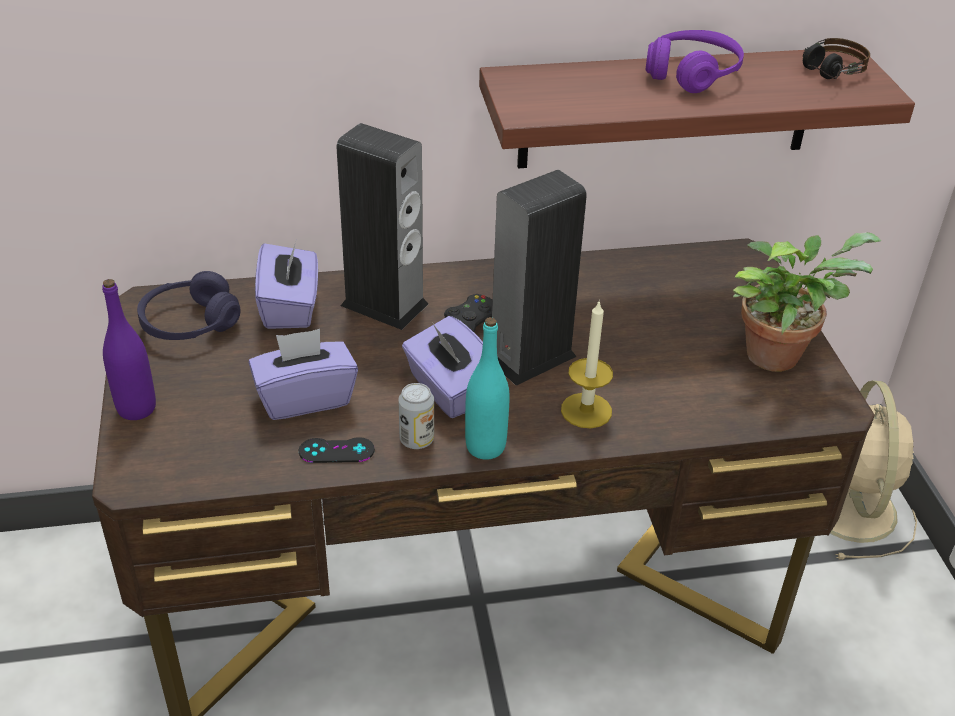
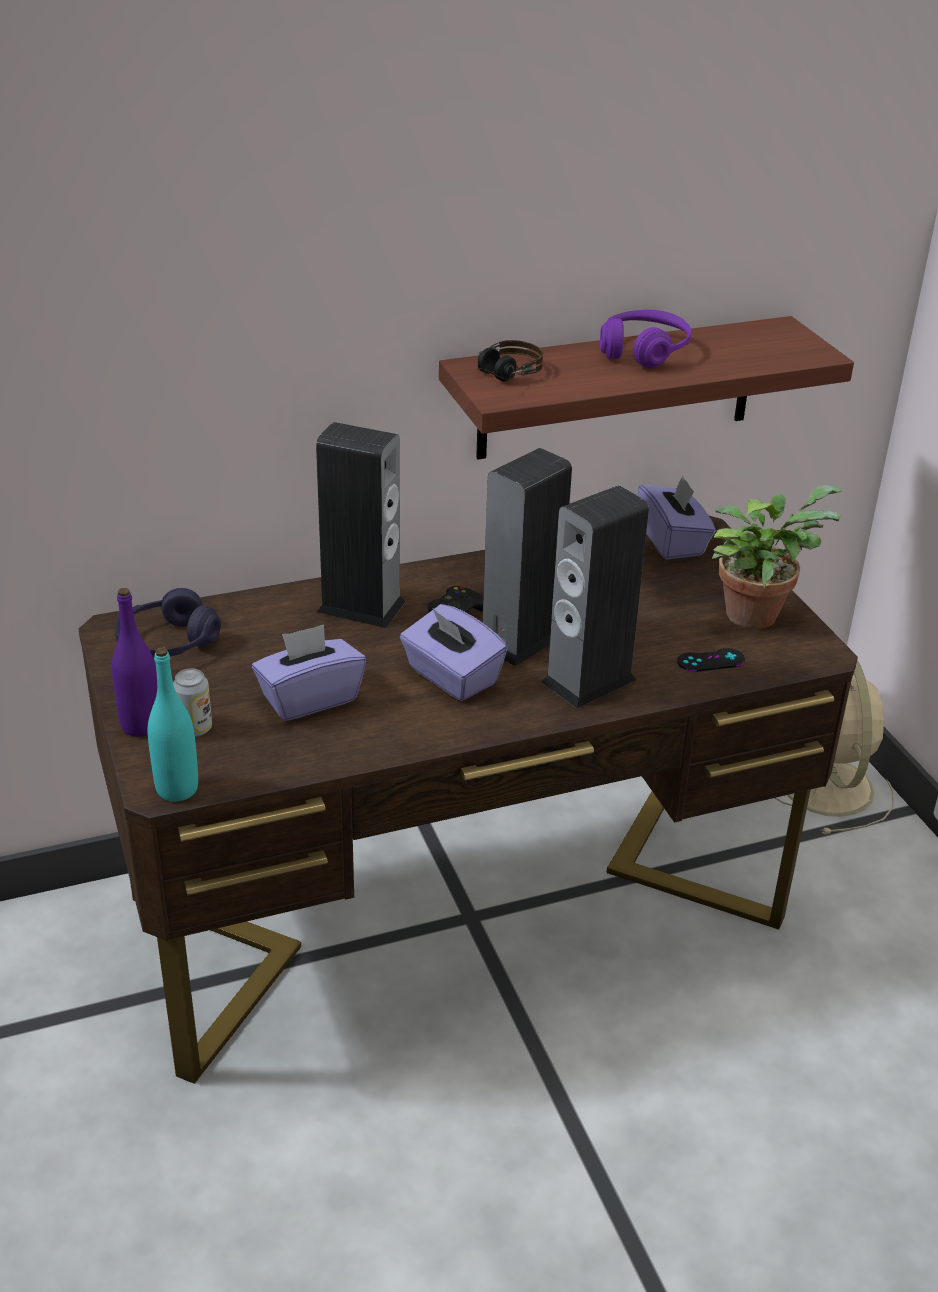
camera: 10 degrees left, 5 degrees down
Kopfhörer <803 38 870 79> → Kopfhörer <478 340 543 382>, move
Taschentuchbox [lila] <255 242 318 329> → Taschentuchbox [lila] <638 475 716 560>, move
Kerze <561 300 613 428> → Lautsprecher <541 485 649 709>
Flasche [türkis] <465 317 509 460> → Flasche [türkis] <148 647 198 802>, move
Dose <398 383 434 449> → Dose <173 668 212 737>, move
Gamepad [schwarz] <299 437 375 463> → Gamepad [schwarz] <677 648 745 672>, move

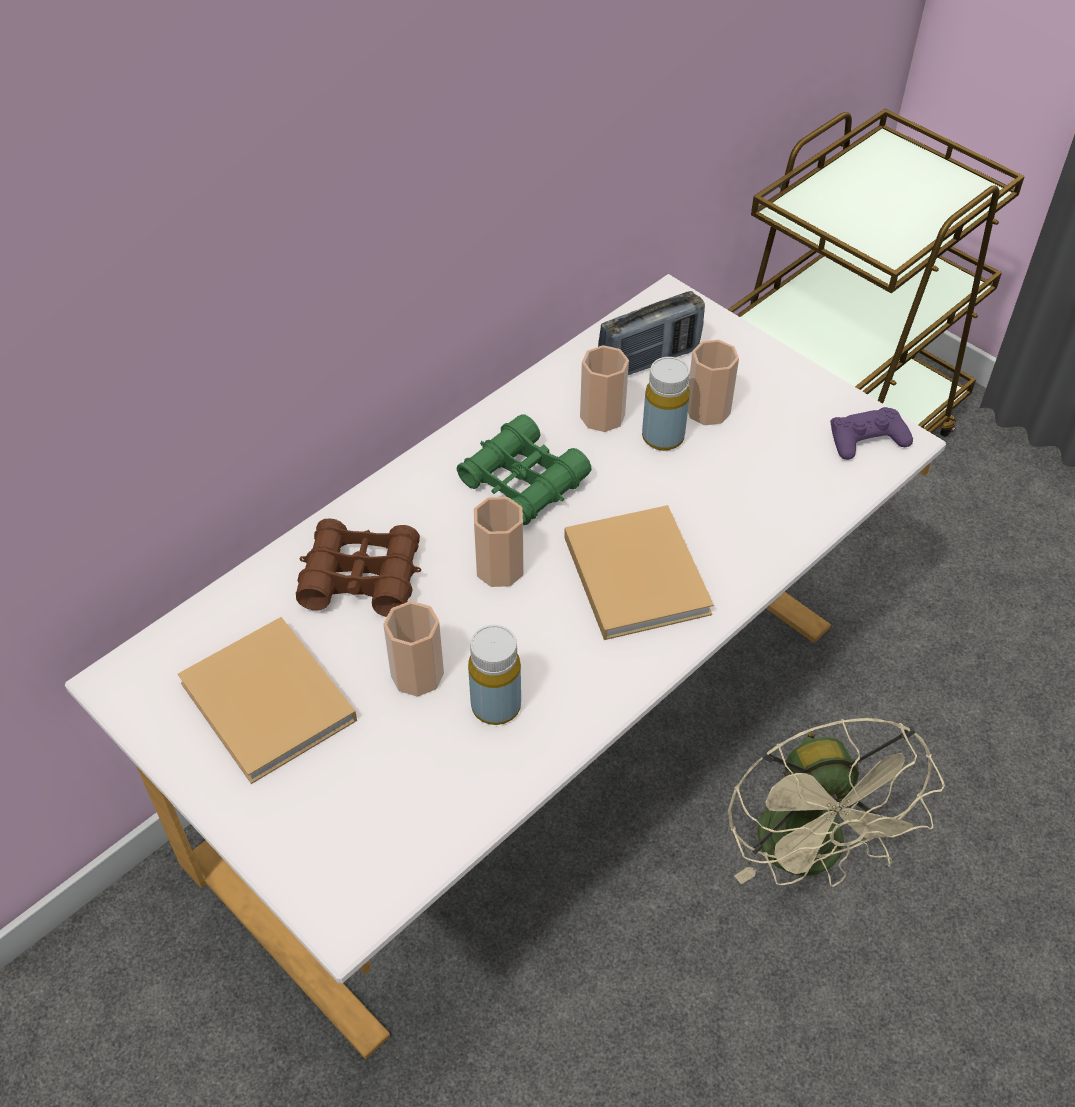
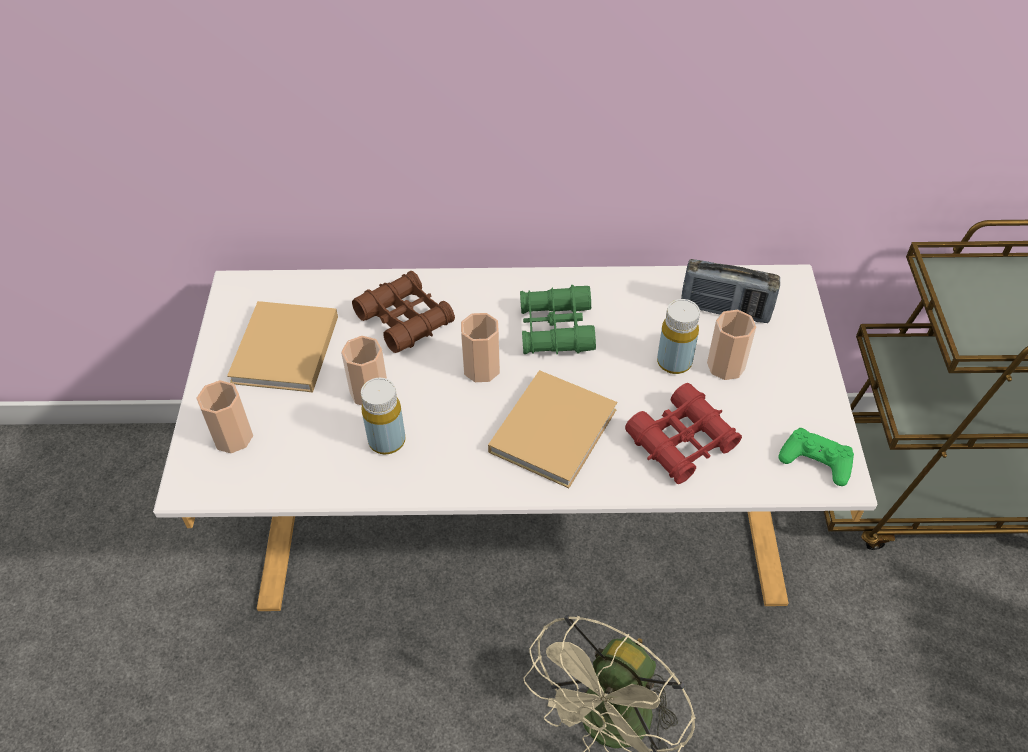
camera: 45 degrees right, 0 degrees up
Tasse <580 345 629 432> → Tasse <196 380 253 453>, move
Gamepad [lila] <830 407 913 460> → Gamepad [grün] <779 428 854 486>
- → Fernglas [rot] <625 383 742 484>

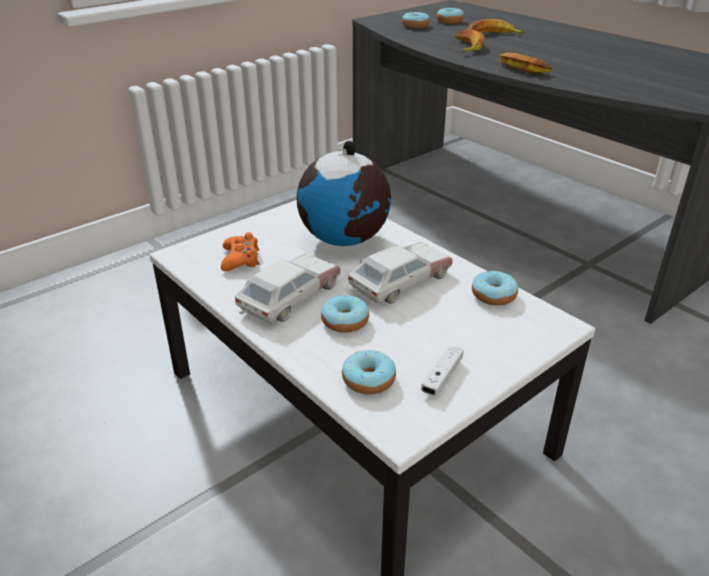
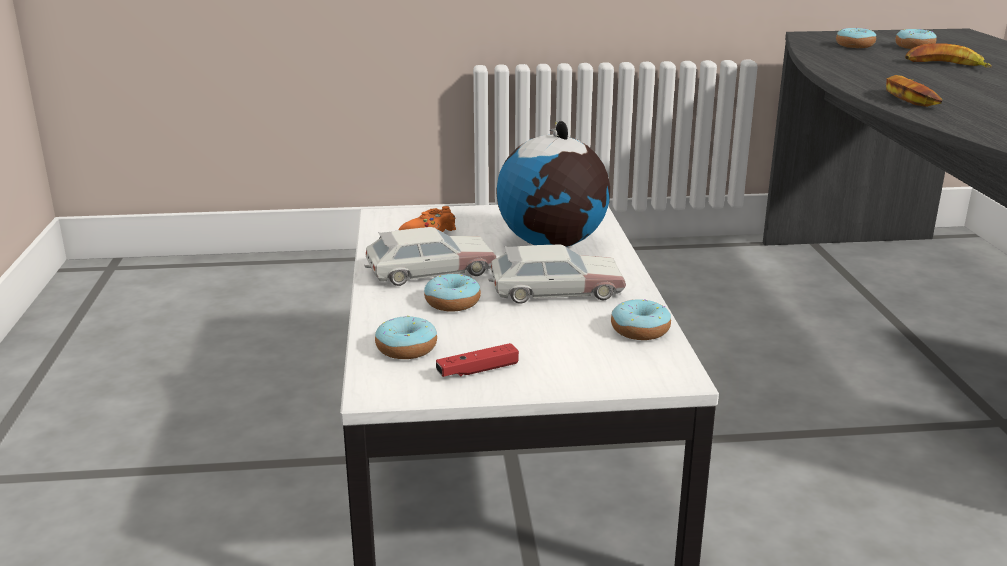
camera: 35 degrees right, 10 degrees down
Banane <455 29 485 52> → -
Gamepad [weiß] <421 345 464 396> → Gamepad [rot] <436 343 519 377>

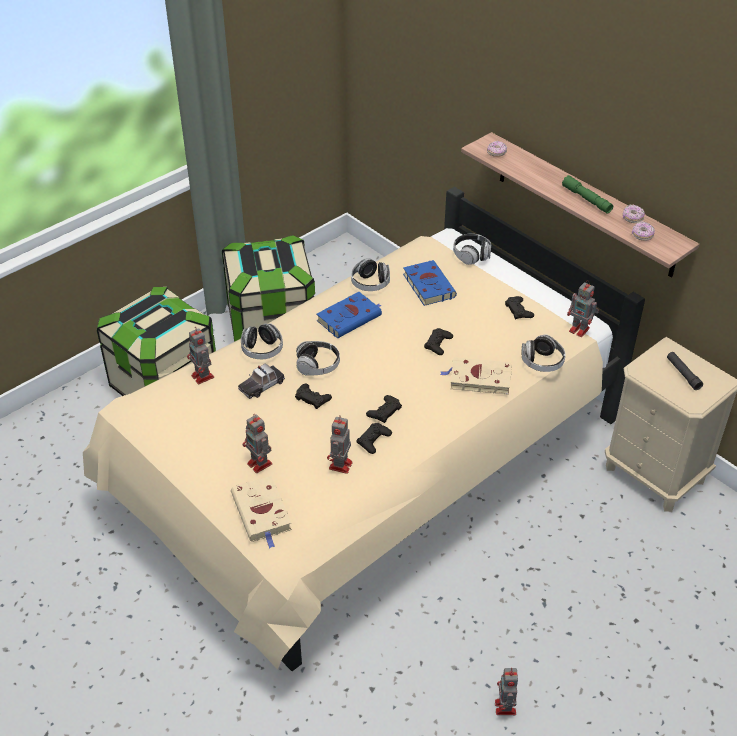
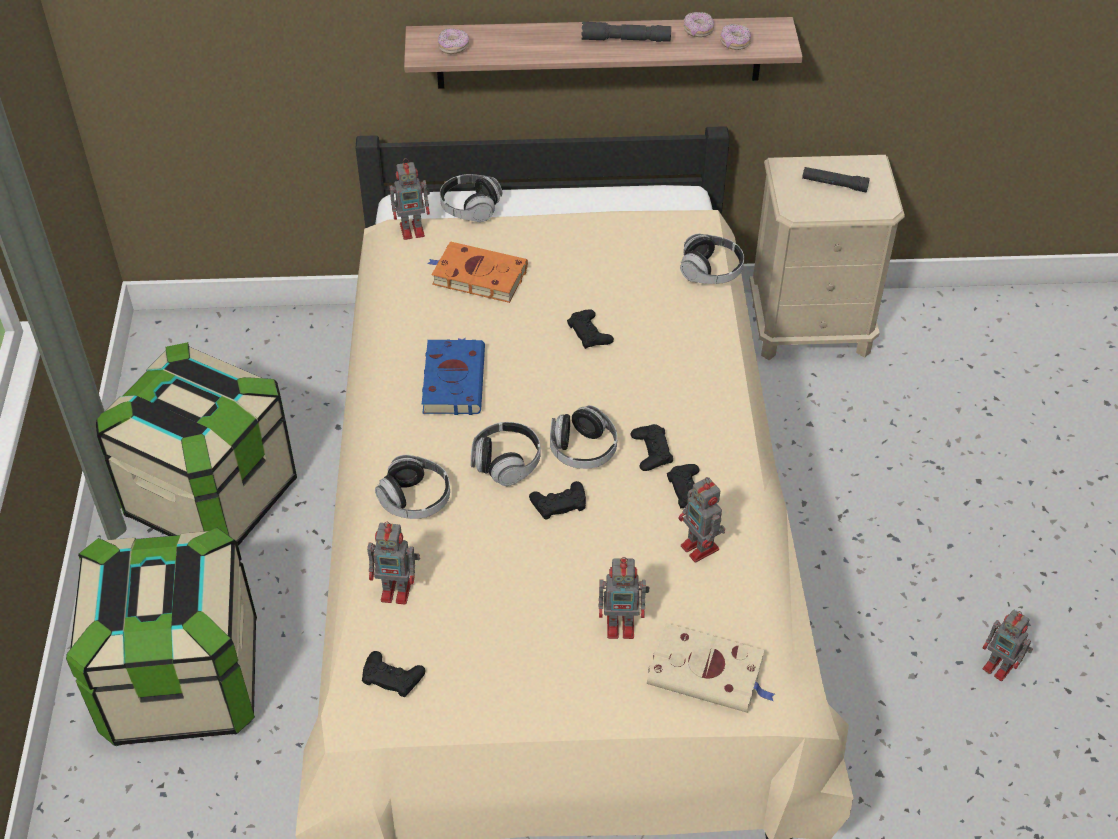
camera: 50 degrees left, 5 degrees up
Taschenlampe [grün] <562 175 613 213> → Taschenlampe [grau] <582 21 671 42>
Kopfhörer <351 259 390 291> → Kopfhörer <550 405 617 469>, move
Buch [blau] <403 260 457 306> → Buch [orange] <427 241 528 303>
Spielzeugroboter <567 280 599 337> → Spielzeugroboter <389 158 430 240>, move
Gamepad [schwarz] <505 296 534 320> → Gamepad [schwarz] <362 651 426 697>, move
Buch [beige] <440 357 512 395> → -
Spielzeugauto <238 363 285 399> → -

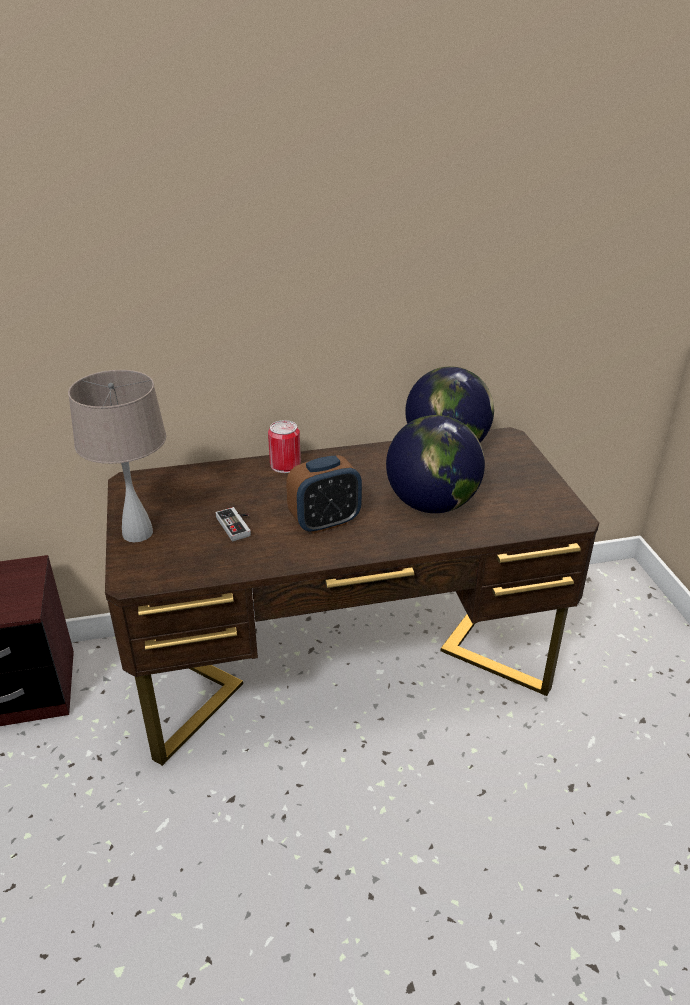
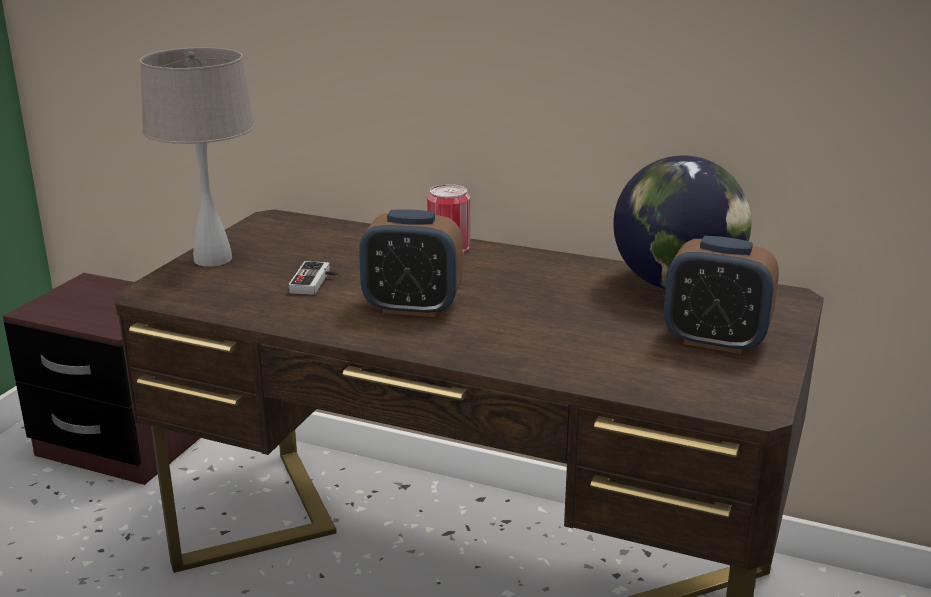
camera: 35 degrees right, 10 degrees down
Globus <386 415 485 513> → -
- → Wecker <664 236 779 354>

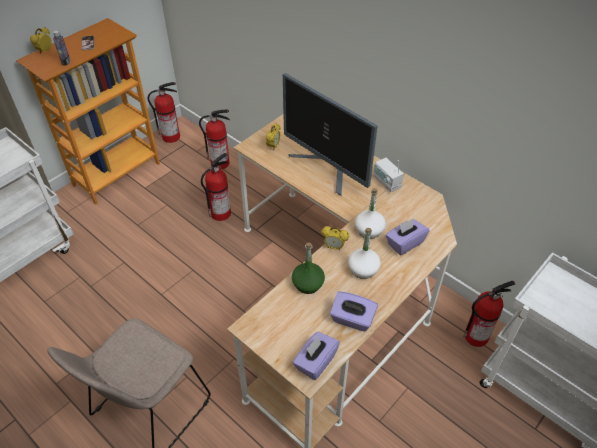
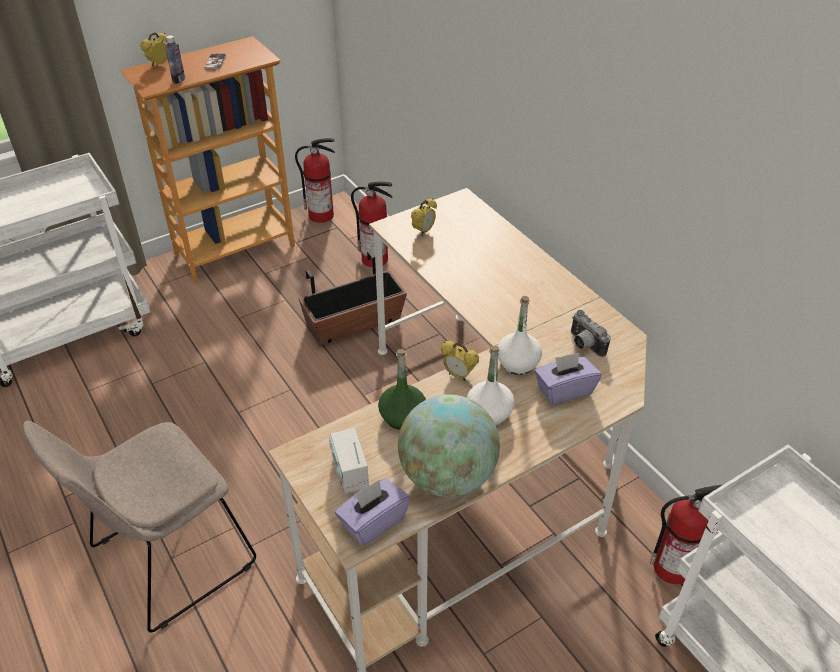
camera: 15 degrees right, 5 degrees down
Monitor <283 73 378 196> → -
Feuerlöscher <201 153 231 221> → Pflanzkübel <298 251 407 346>
Radio <373 158 404 192> → Radio <329 428 369 493>, move
Taschentuchbox [lila] <330 291 378 332> → Globus <398 394 500 497>
- → Kamera <571 310 611 357>

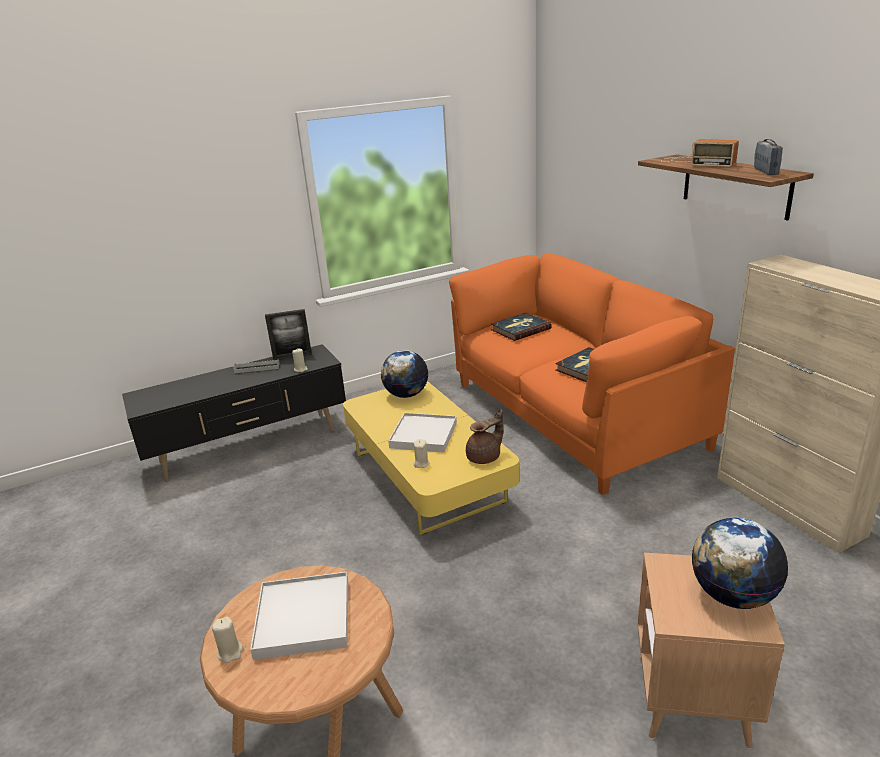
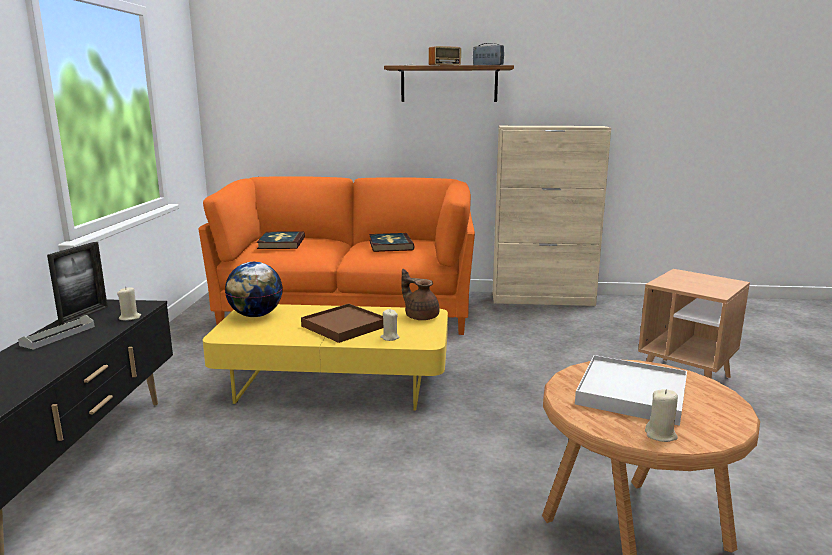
camera: 60 degrees left, 10 degrees down
Teekanne [braun] <466 409 503 464> → Teekanne [braun] <401 269 440 320>, 45 degrees counterclockwise
Tablett [weiß] <388 413 457 453> → Tablett [braun] <301 304 384 343>
Globus <692 518 788 609> → -

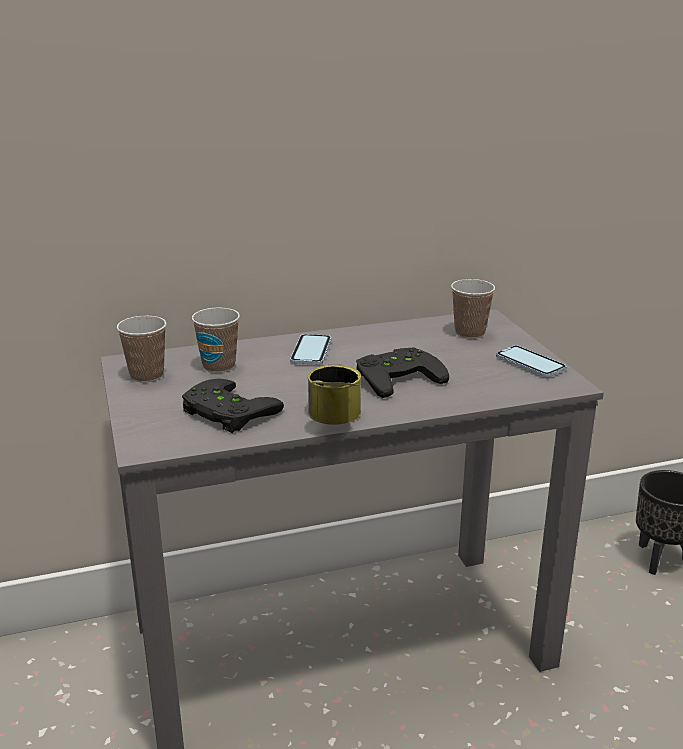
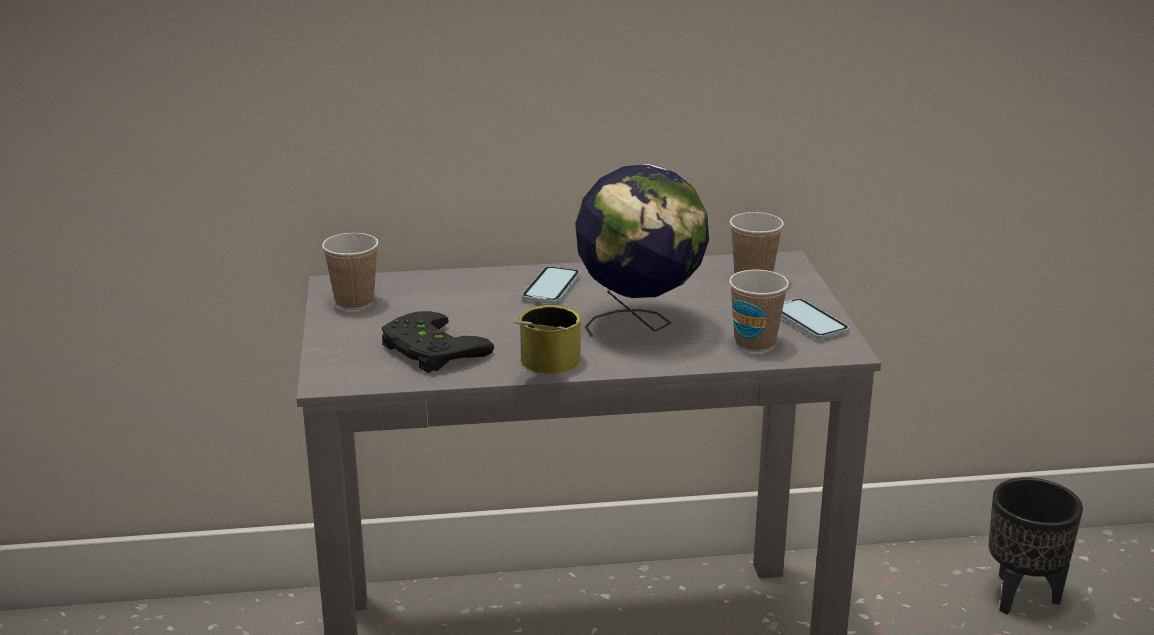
camera: 10 degrees right, 0 degrees up
Tasse <192 308 240 373> → Tasse <729 270 789 352>, move
Gamepad [schwarz] <356 347 449 398> → Globus <575 164 709 337>

